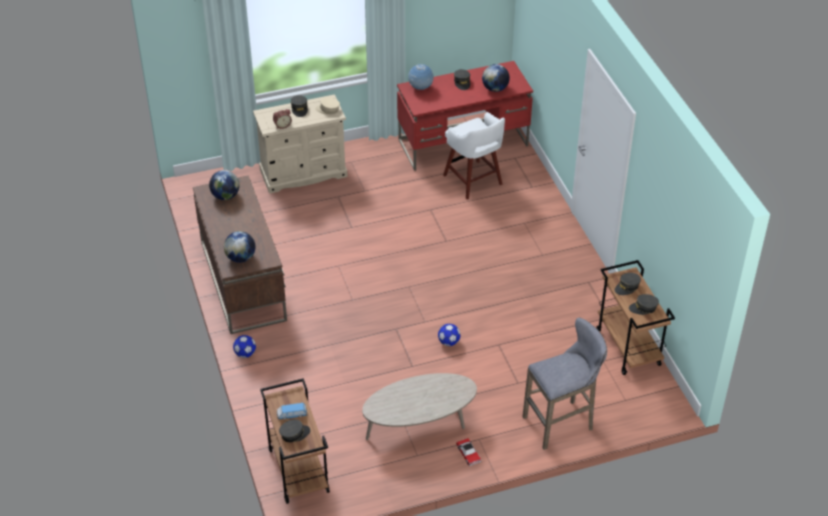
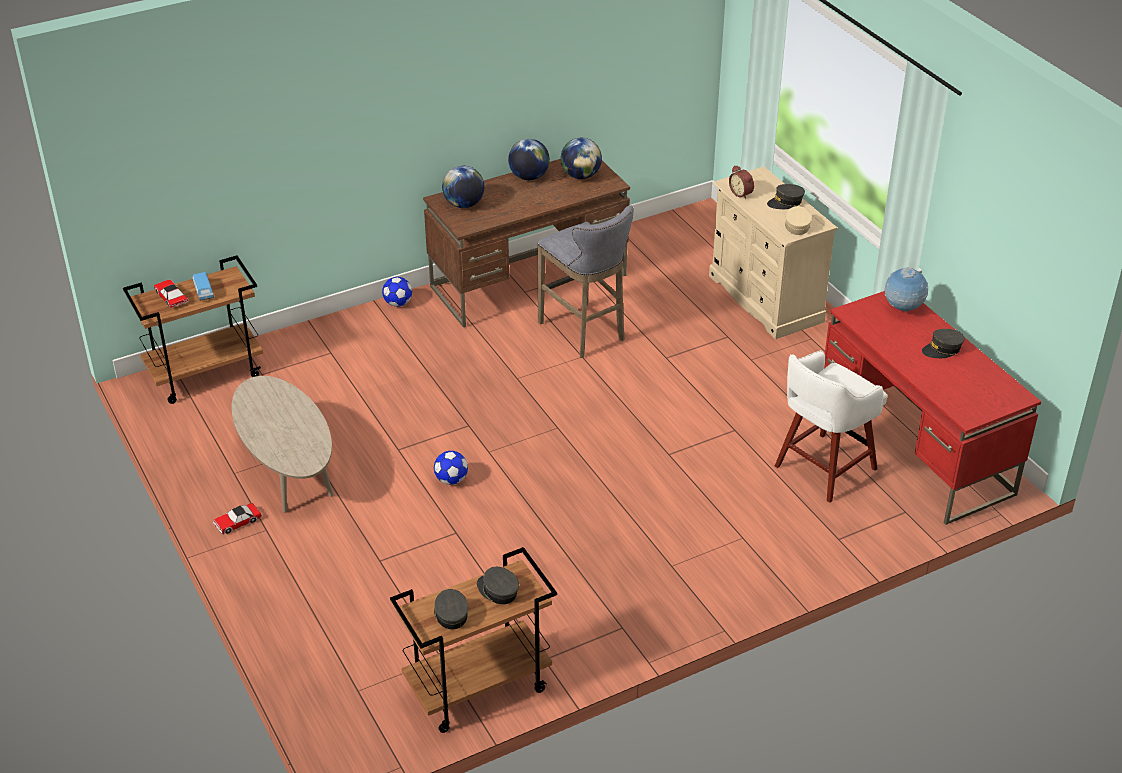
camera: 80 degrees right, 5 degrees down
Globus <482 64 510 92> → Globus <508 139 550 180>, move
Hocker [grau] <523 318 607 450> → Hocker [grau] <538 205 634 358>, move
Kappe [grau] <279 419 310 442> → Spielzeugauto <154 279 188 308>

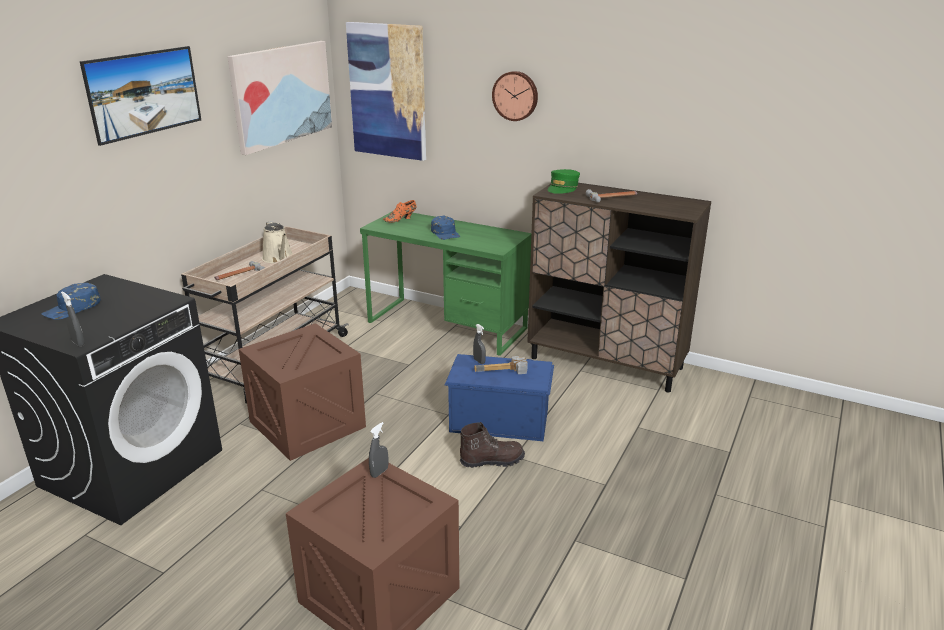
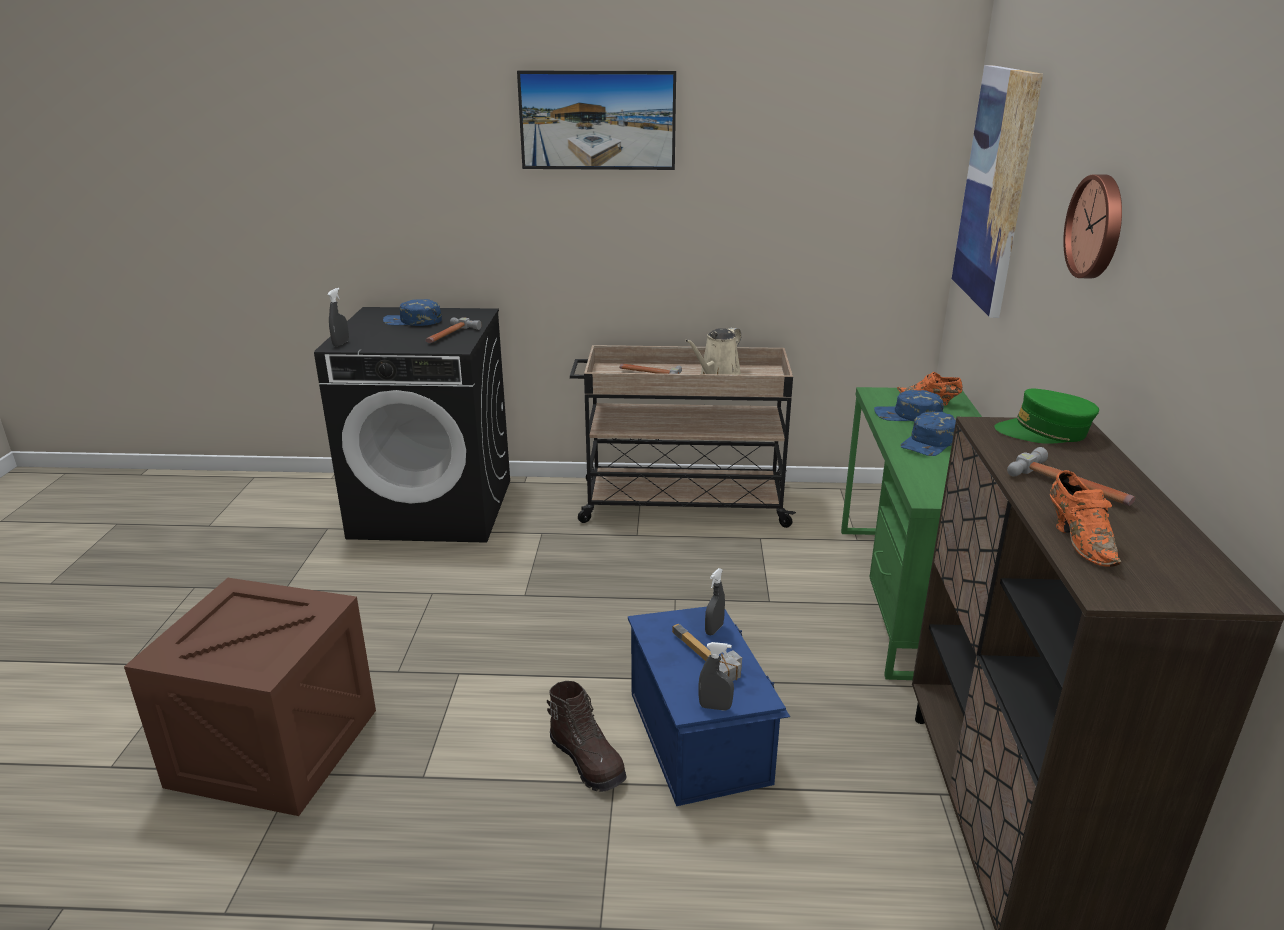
camera: 65 degrees right, 0 degrees up
Bild <227 41 332 155> → -
Kiste <238 323 366 461> → -
Sprühflasche [grau] <369 422 388 478> → Sprühflasche [grau] <698 642 734 711>, move
- → Hammer <425 317 481 343>
- → Kappe [blau] <874 390 943 421>
- → Schuh [orange] <1050 470 1121 567>

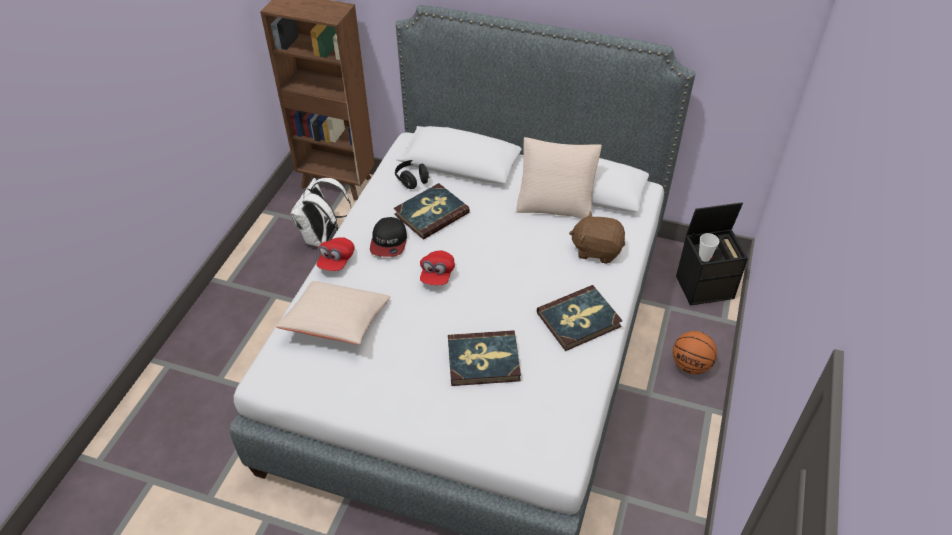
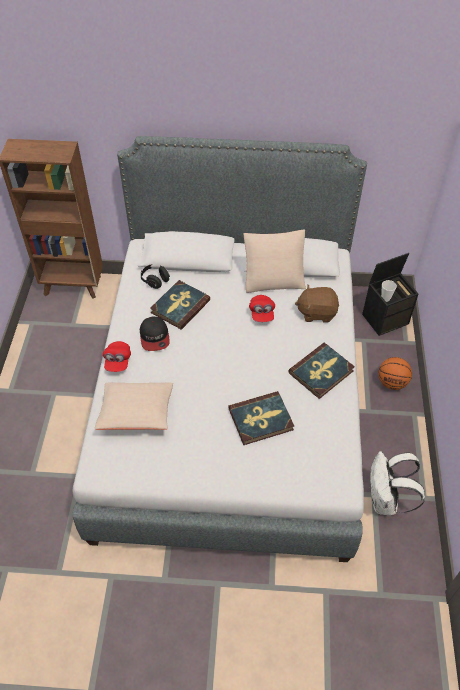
camera: 15 degrees left, 5 degrees up
Rucksack [weiß] <290 178 351 247> → Rucksack [weiß] <370 451 425 515>, move
Kappe [rot] <420 250 455 285> → Kappe [rot] <249 295 275 322>, move

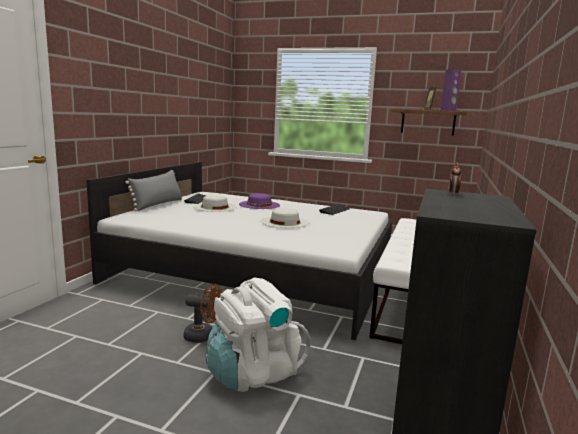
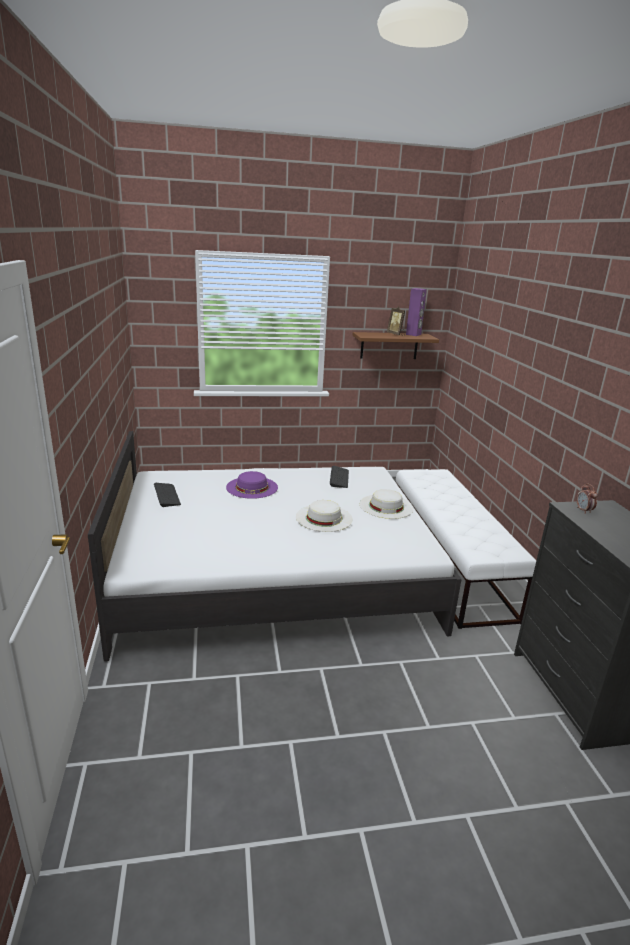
camera: 30 degrees left, 10 degrees up
Kissen [grau] <125 170 182 211> → -
Hut [weiß] <193 195 237 212> → Hut [weiß] <360 489 414 519>, move
Rucksack [weiß] <206 277 311 392> → -
Ventilator [braun] <183 284 223 343> → -

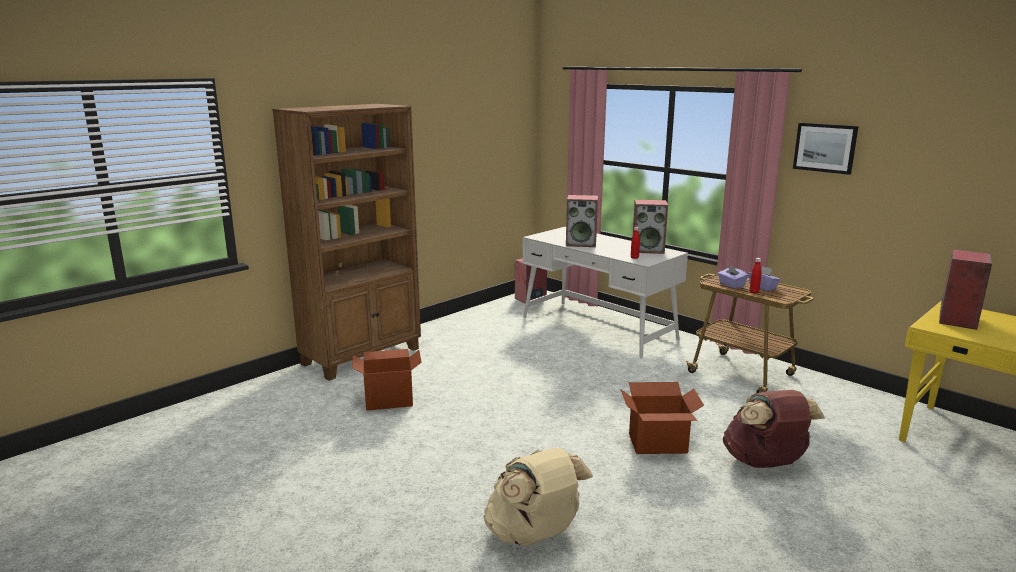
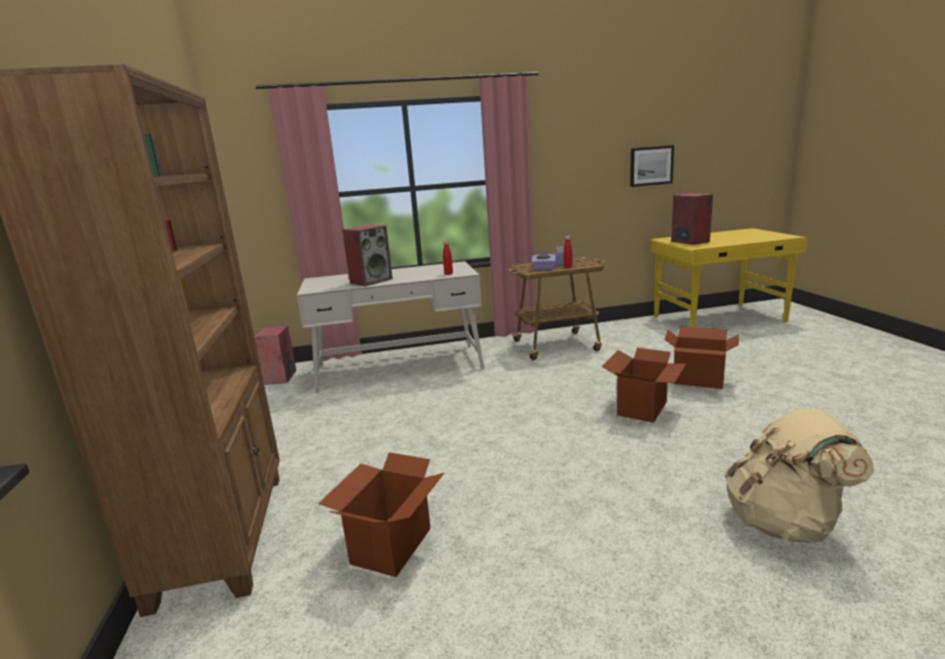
camera: 55 degrees left, 0 degrees up
Bild <793 123 858 175> → Bild <630 145 674 187>, move
Lautsprecher <633 200 668 254> → -
Rucksack [braun] <723 390 825 468> → Karton <664 327 739 389>

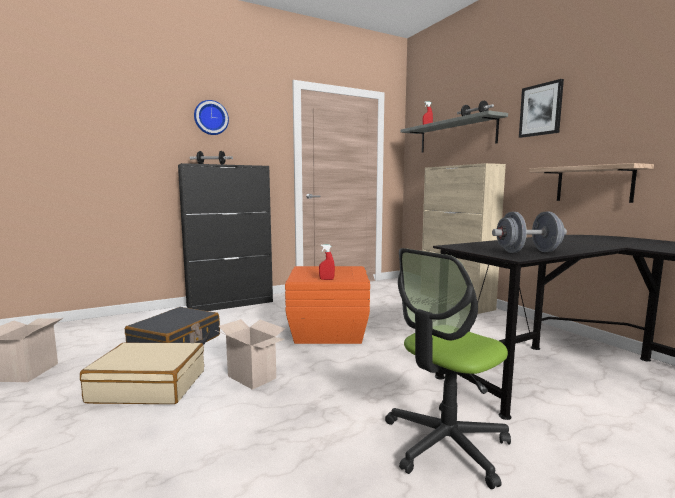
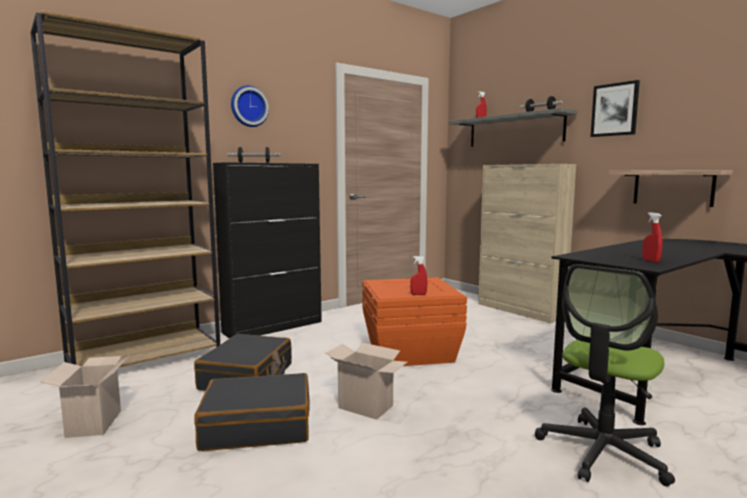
camera: 10 degrees left, 0 degrees up
Hantel [grau] <492 212 567 253> → Sprühflasche [rot] <642 212 663 262>
Koffer [beige] <80 342 204 404> → Koffer [schwarz] <194 373 310 451>
- → Bücherregal [braun] <30 11 220 367>

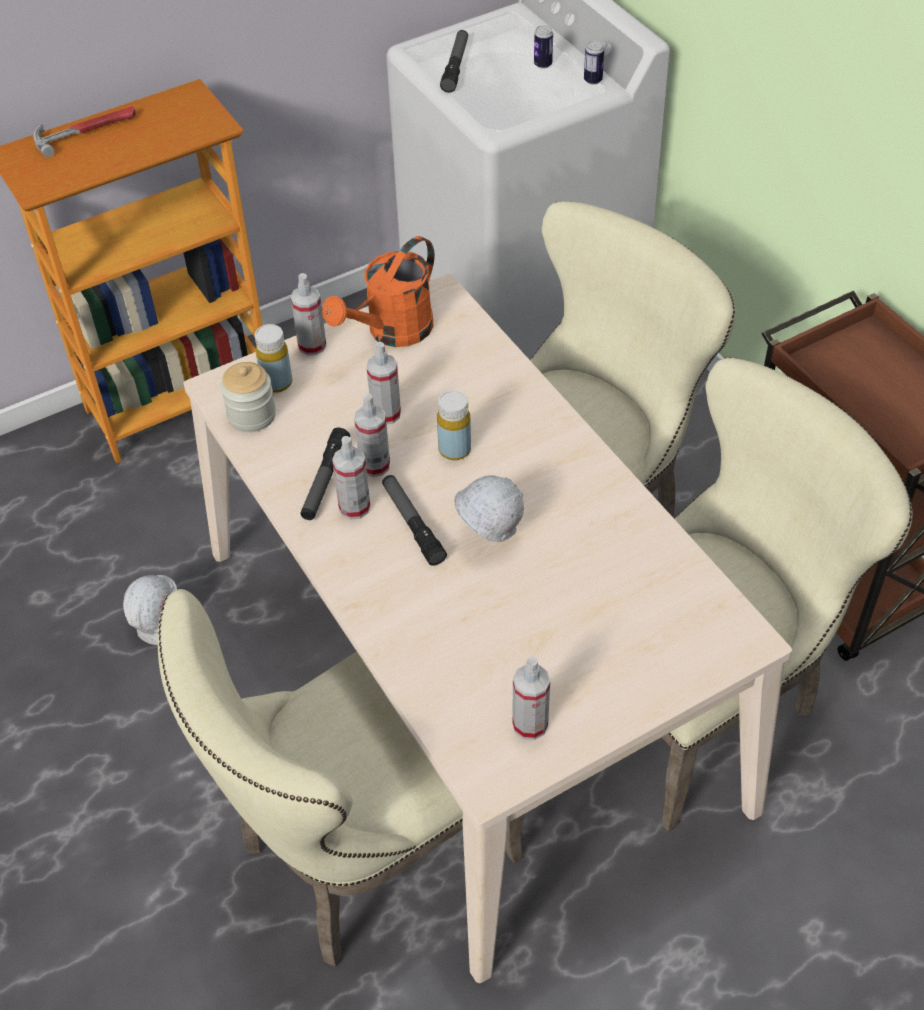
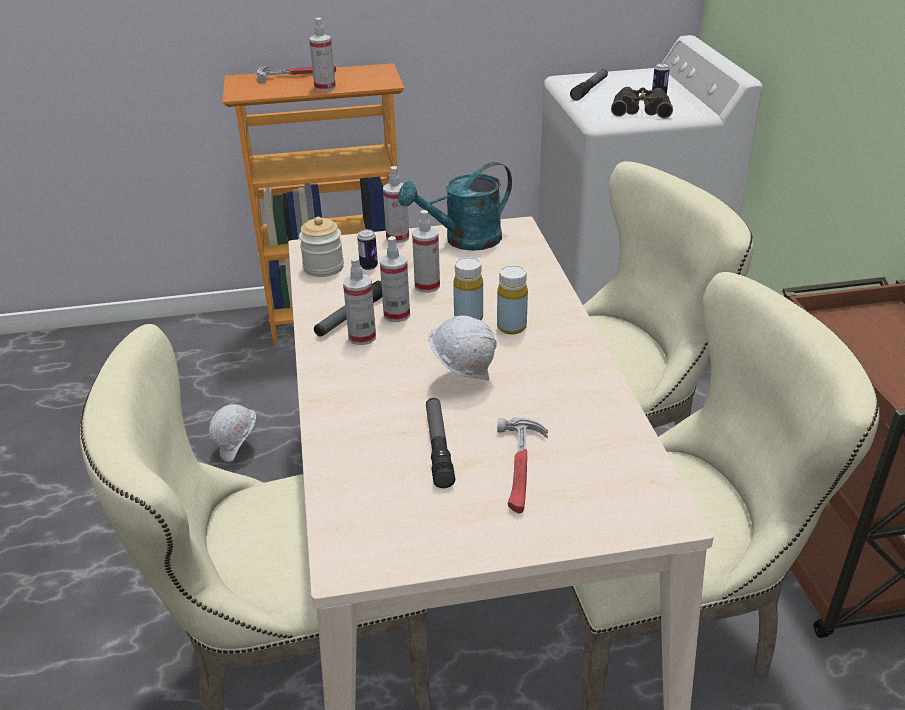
camera: 20 degrees right, 15 degrees down
Dose <584 41 604 85> → Dose <357 229 378 270>, move
Gießkanne [orange] <322 236 434 347> → Gießkanne [türkis] <398 162 512 251>
Flasche [gelb] <255 324 292 393> → Flasche [gelb] <497 265 528 334>, move
Taschenlampe <382 475 447 566> → Taschenlampe <426 398 455 488>, move
Sprühflasche <512 656 550 740> → Sprühflasche <309 18 336 91>, move
- → Fernglas <611 87 673 119>
- → Hammer <497 417 548 514>

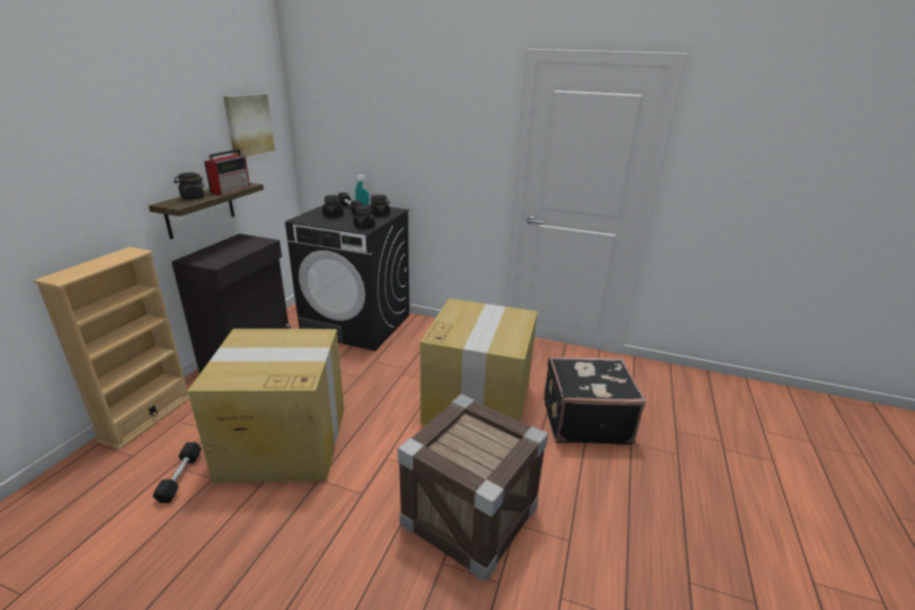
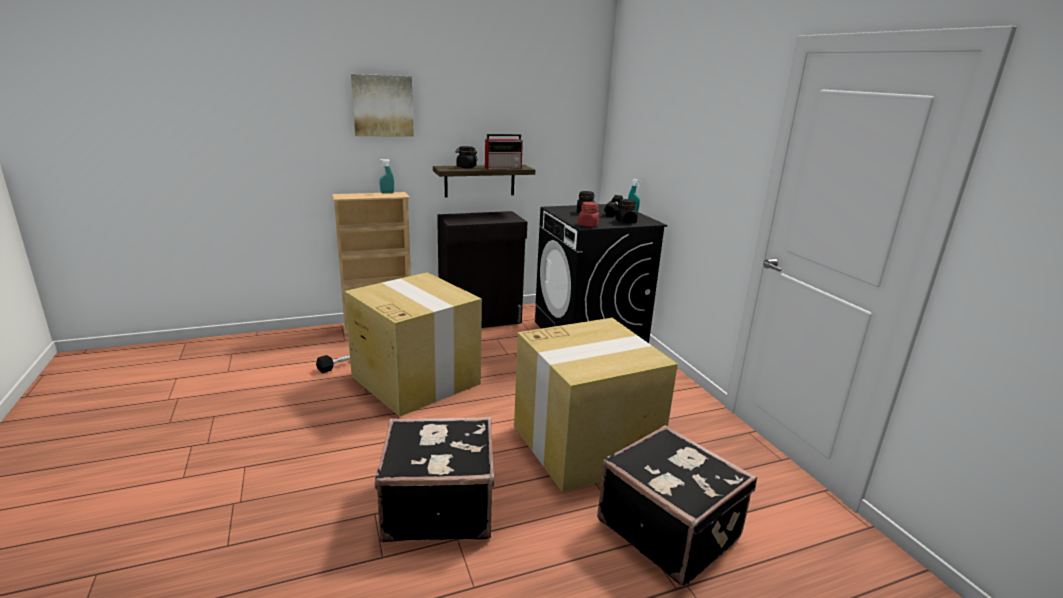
camera: 50 degrees right, 5 degrees down
Bild <223 94 275 157> → Bild <351 74 414 137>, move
Vorratsglas [schwarz] <353 205 375 229> → Vorratsglas [rot] <578 202 600 227>
Kiste <398 394 548 582> → Koffer [schwarz] <375 417 494 543>
- → Sprühflasche [türkis] <380 159 394 194>

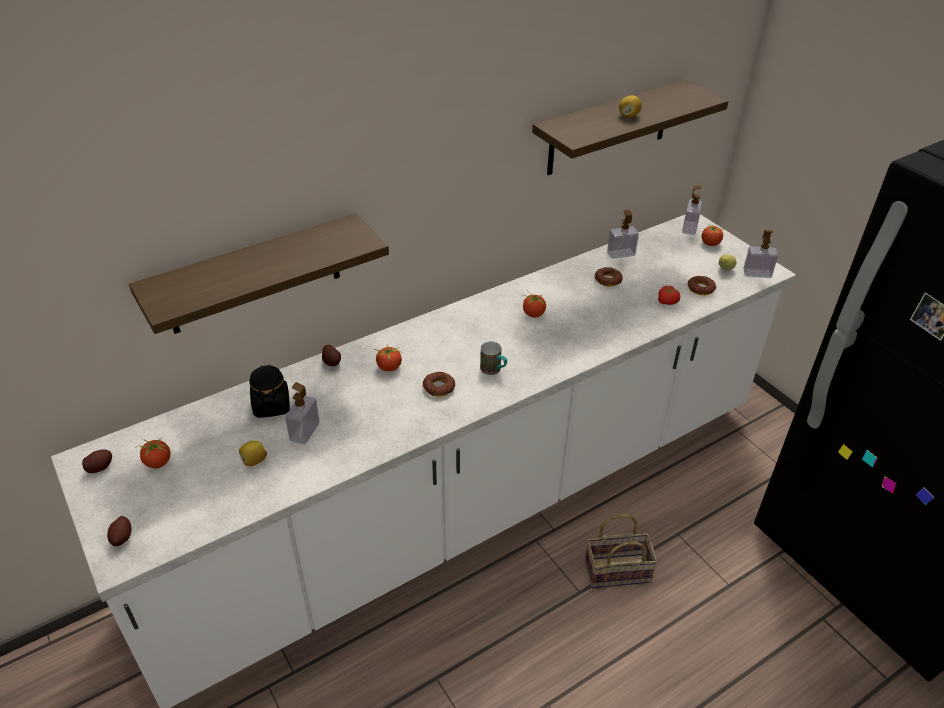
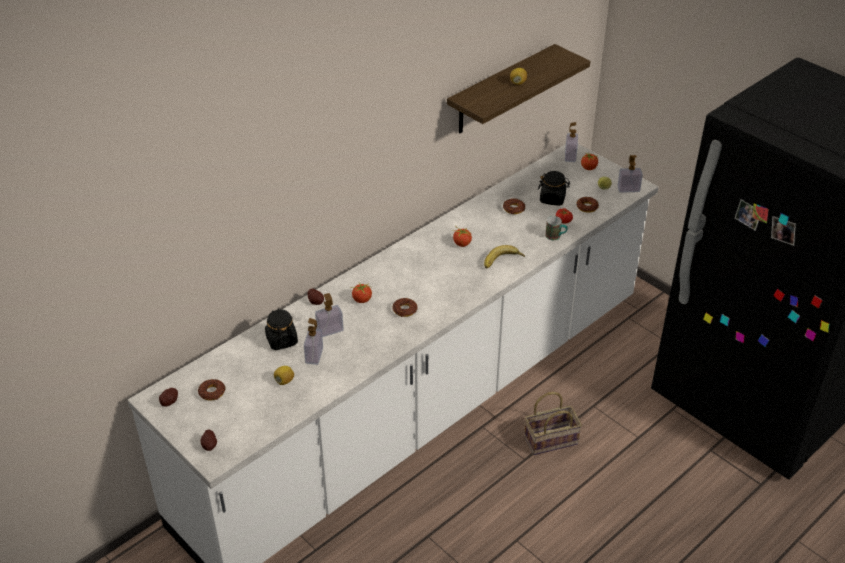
camera: 10 degrees left, 0 degrees up
Seifenspender <607 209 639 259> → Seifenspender <315 293 344 337>, move
Wandregal <129 213 389 334> → -
Henkelbecher <480 342 507 375> → Henkelbecher <545 216 568 240>, move
Tomate <135 437 170 468> → Donut <198 379 225 400>
- → Vorratsglas [schwarz] <538 171 570 206>
- → Banane <484 245 525 268>

